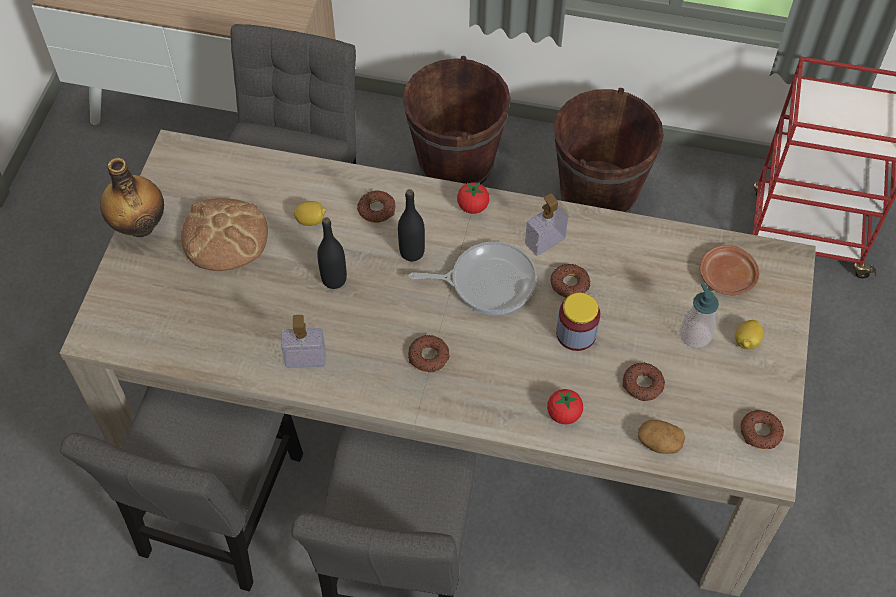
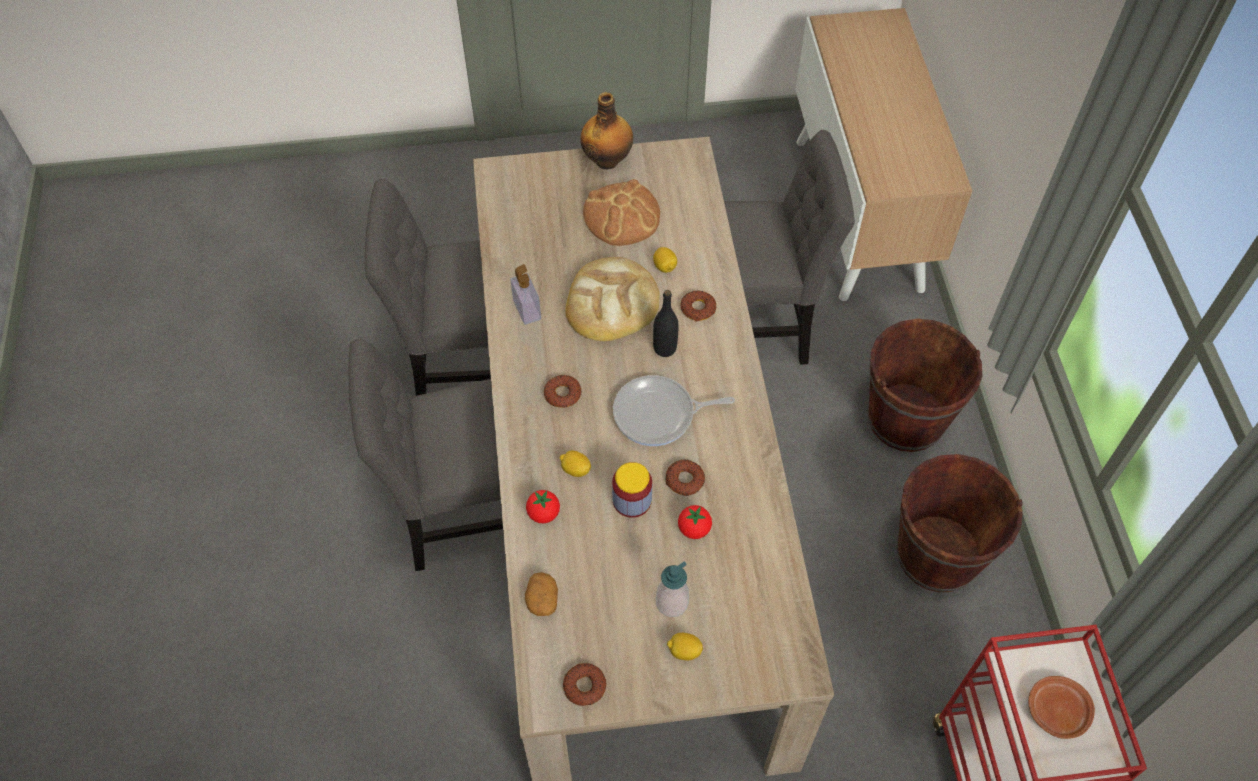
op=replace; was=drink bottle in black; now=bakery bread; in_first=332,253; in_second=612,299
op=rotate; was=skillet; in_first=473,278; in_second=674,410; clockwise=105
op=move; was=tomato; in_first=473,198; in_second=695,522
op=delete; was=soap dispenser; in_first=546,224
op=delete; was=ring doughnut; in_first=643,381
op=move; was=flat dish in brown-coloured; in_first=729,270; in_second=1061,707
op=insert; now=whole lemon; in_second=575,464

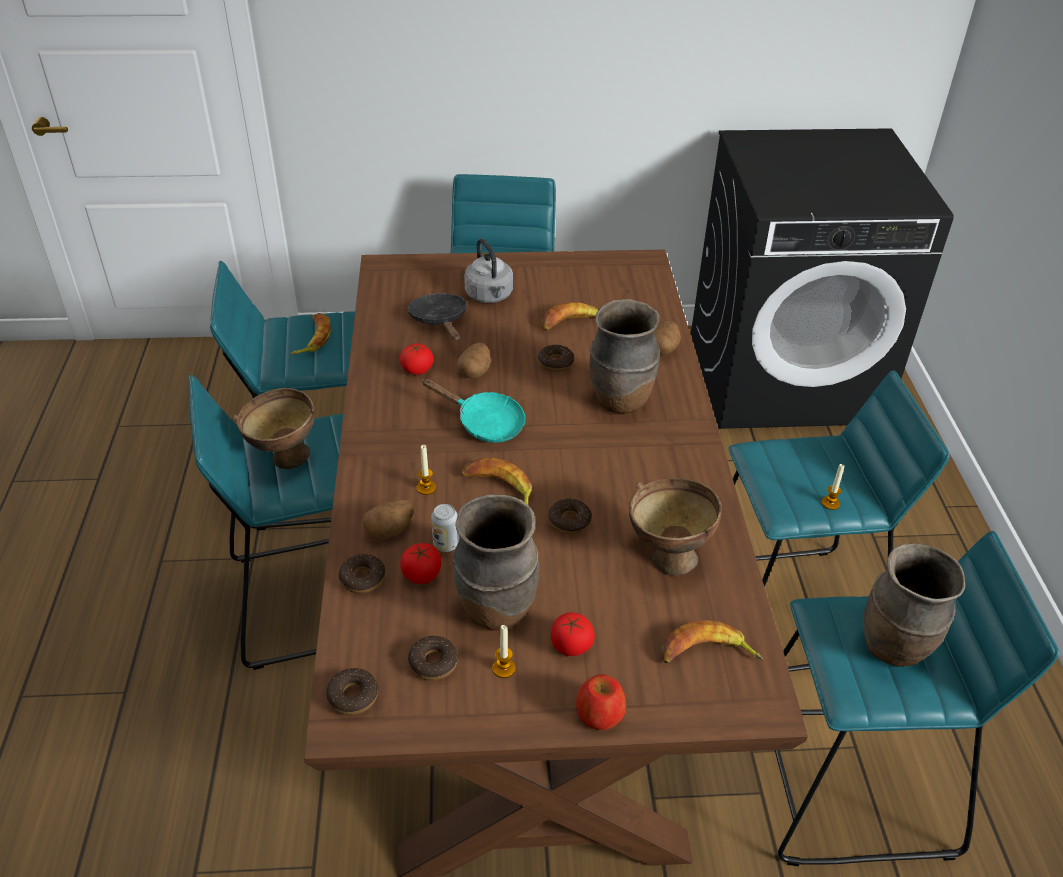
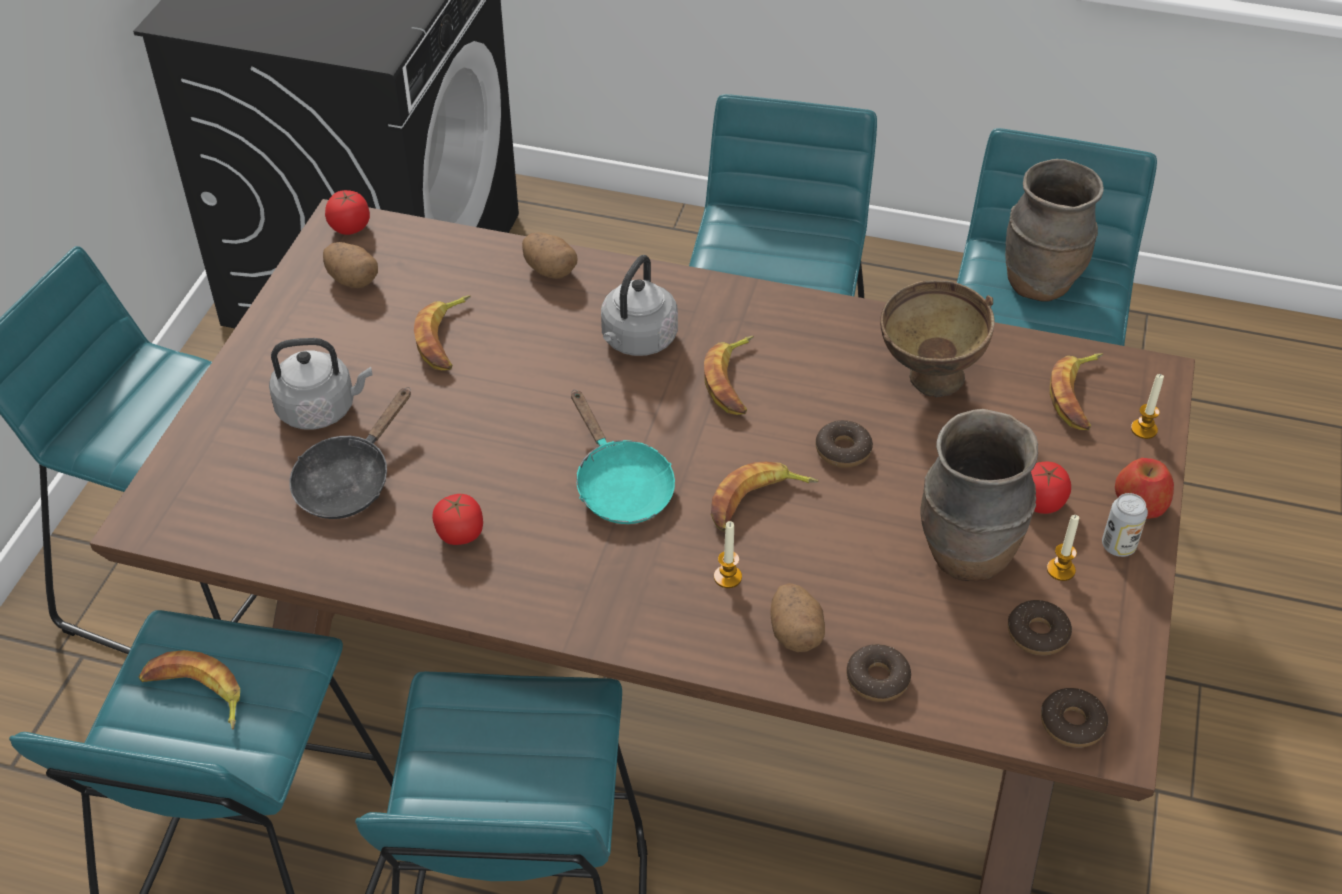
op=delete; was=deep dish in brown-coloured; in_first=274,428
op=move; was=tomato; in_first=420,563; in_second=347,212
op=rotate; was=skillet in black; in_first=437,317; in_second=350,453; clockwise=-60
op=rotate; was=skillet in turquoise; in_first=474,410; in_second=623,457; clockwise=105
op=move; was=can; in_first=445,528; in_second=1125,525
op=move; was=potato; in_first=474,360; in_second=350,265
op=delete; was=ring doughnut; in_first=556,358
op=replace; was=decorative vase in brown-coloured; now=tea kettle in gray; in_first=624,356; in_second=639,305
op=move; was=candle; in_first=832,487; in_second=1147,406
op=insert; now=whole banana; in_second=729,375

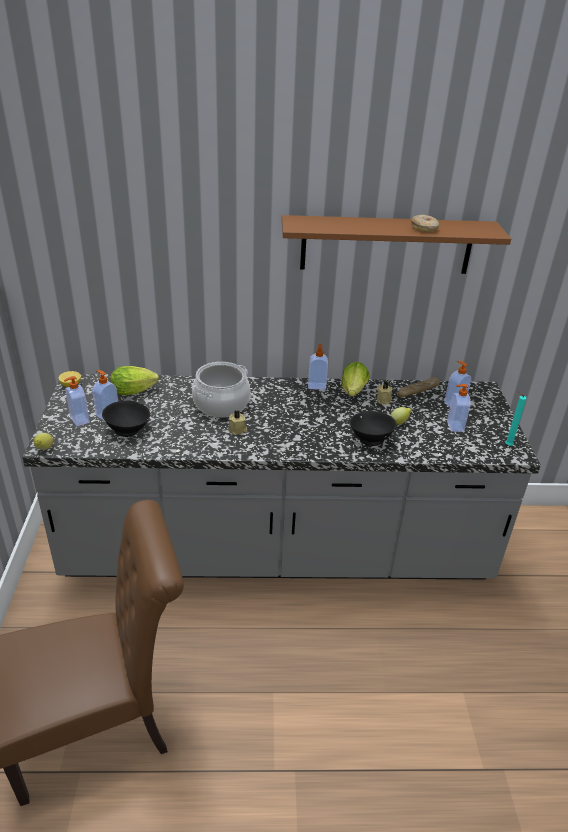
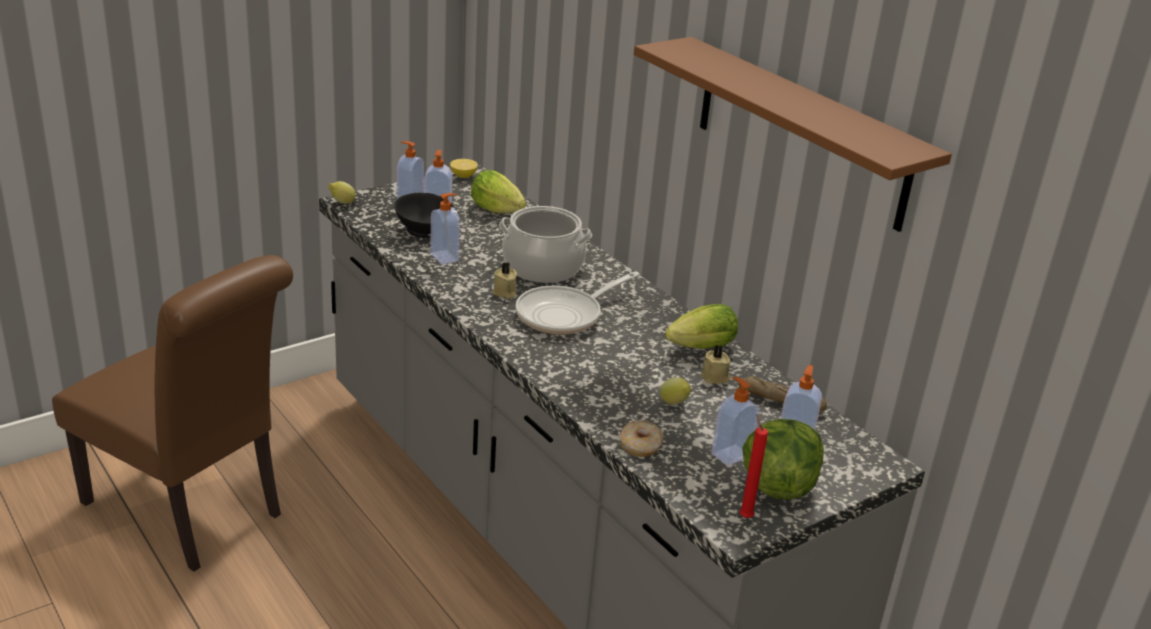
op=move; was=soap dispenser; in_first=318,367; in_second=445,229
op=delete; was=deep dish in black; in_first=373,428
op=move; was=ring doughnut; in_first=425,223; in_second=641,438
op=recolor; was=candle in turquoise; now=candle in red; in_first=516,418; in_second=753,466
op=insert; now=skillet; in_second=578,303
op=insert; now=head of lettuce; in_second=783,459

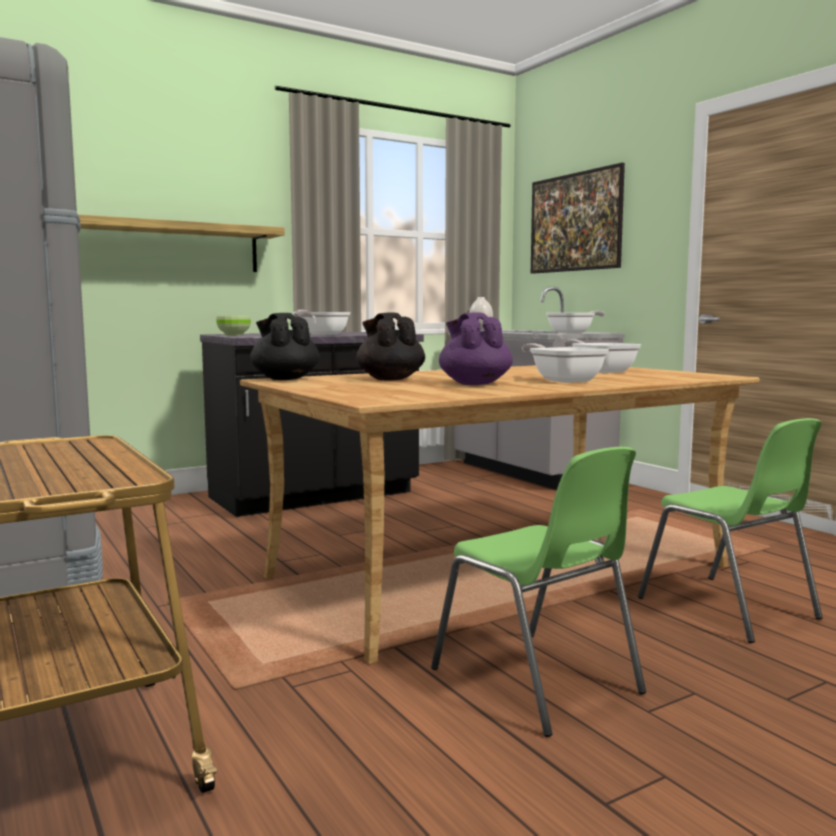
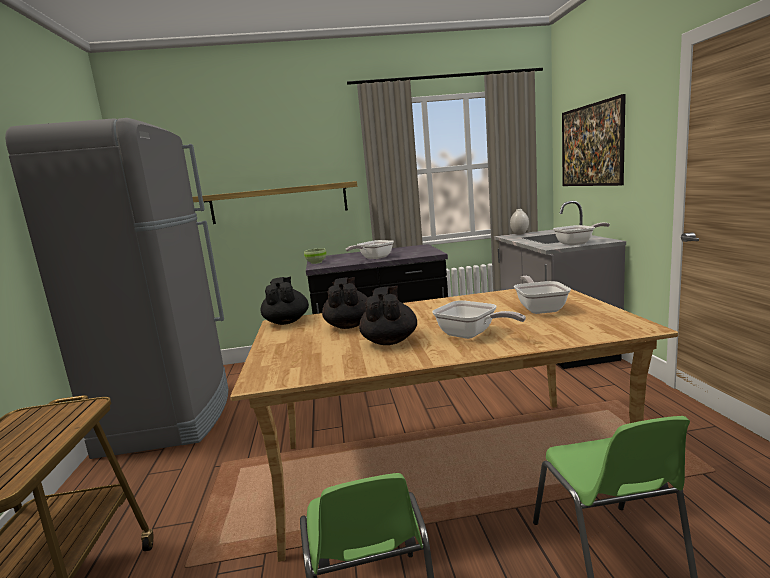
op=recolor; was=teapot in purplish; now=teapot in black; in_first=476,349; in_second=388,315
op=rotate; was=skillet; in_first=565,363; in_second=479,319; clockwise=135

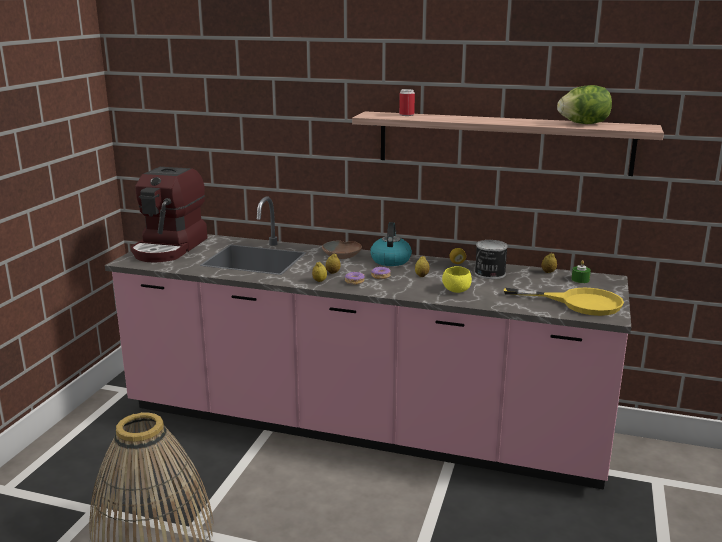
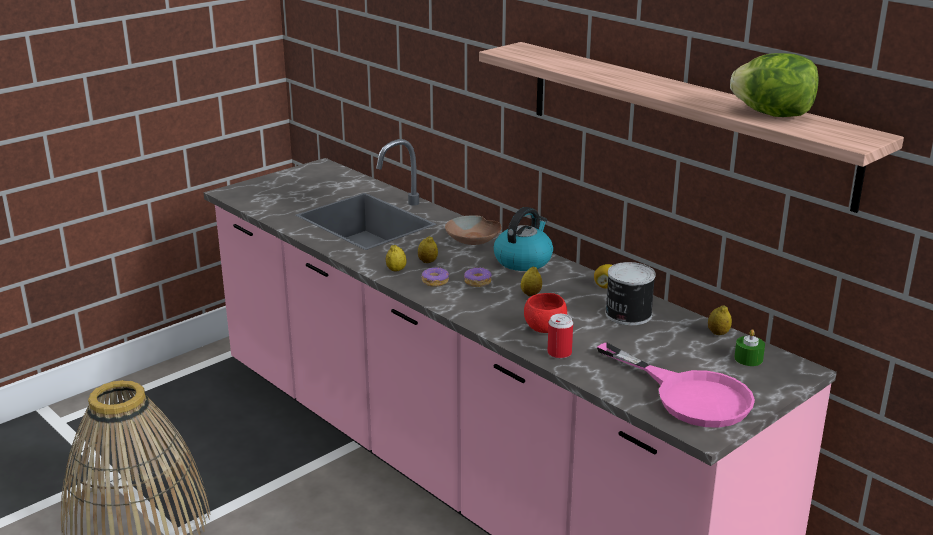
op=delete; was=coffee brewer; in_first=169,214
op=move; was=can; in_first=407,102; in_second=560,336
op=recolor; was=deep dish in yellowish; now=deep dish in red; in_first=457,279; in_second=545,313
op=recolor; was=skillet in yellowish; now=skillet in pinkish; in_first=564,302; in_second=676,385

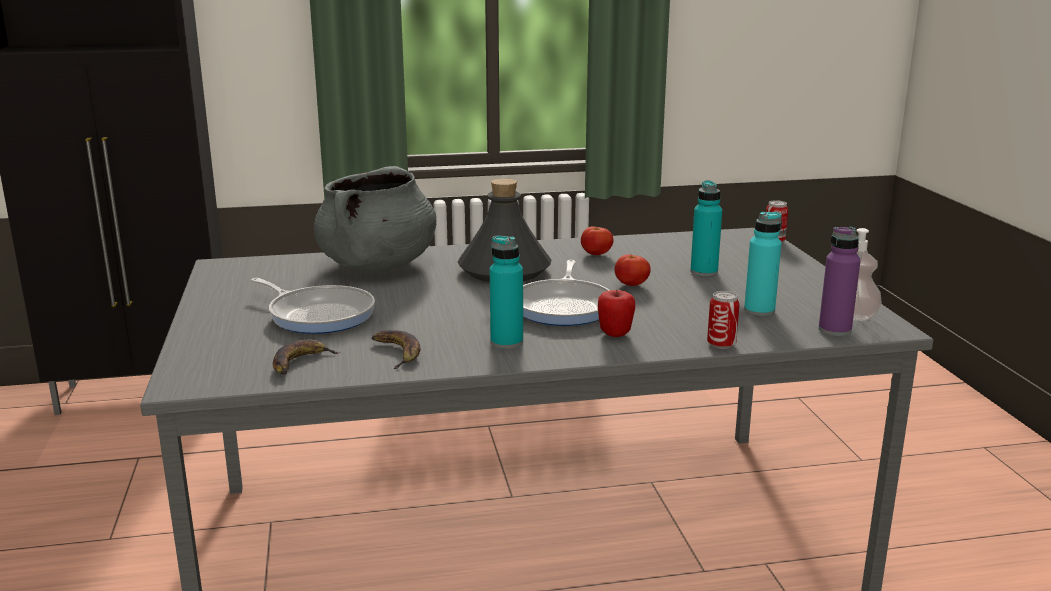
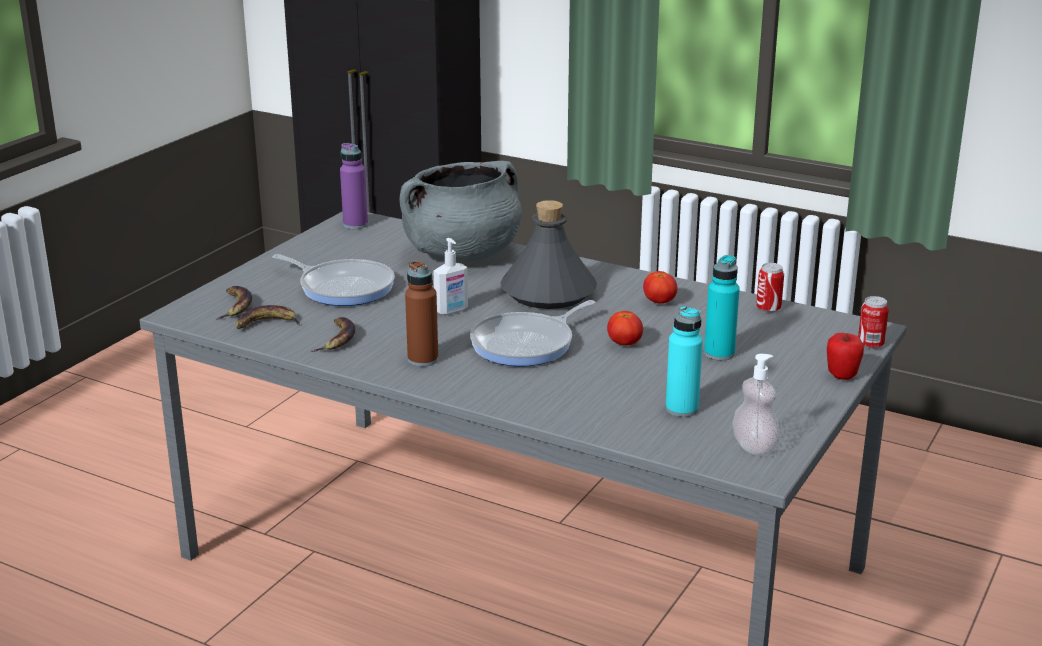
op=rotate; was=skillet; in_first=313,306; in_second=333,280; clockwise=-45
op=recolor; was=drink bottle in turquoise; now=drink bottle in brown-coloured; in_first=506,292; in_second=421,314
op=move; was=whole apple; in_first=616,313; in_second=845,356
op=move; was=can; in_first=723,320; in_second=770,288
op=move; was=drink bottle in purplish; in_first=840,281; in_second=354,186
op=insert; now=whole banana; in_second=234,303
op=insert; now=soap dispenser; in_second=451,276

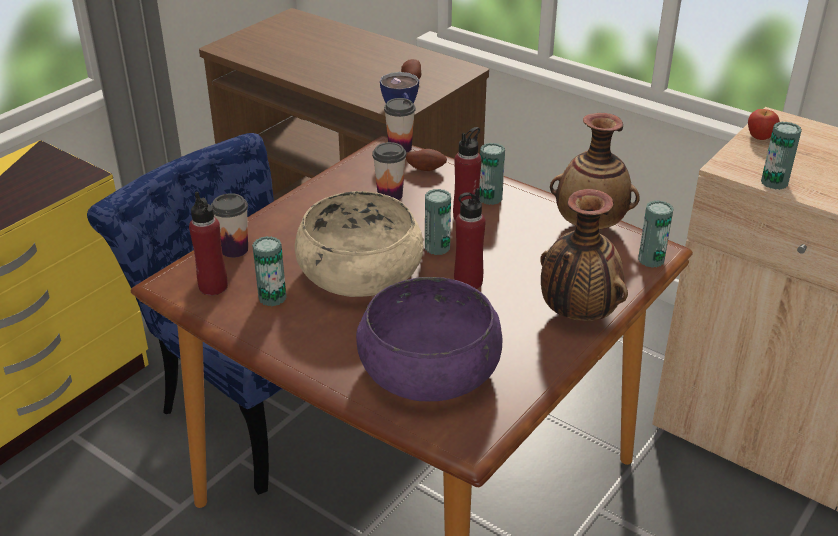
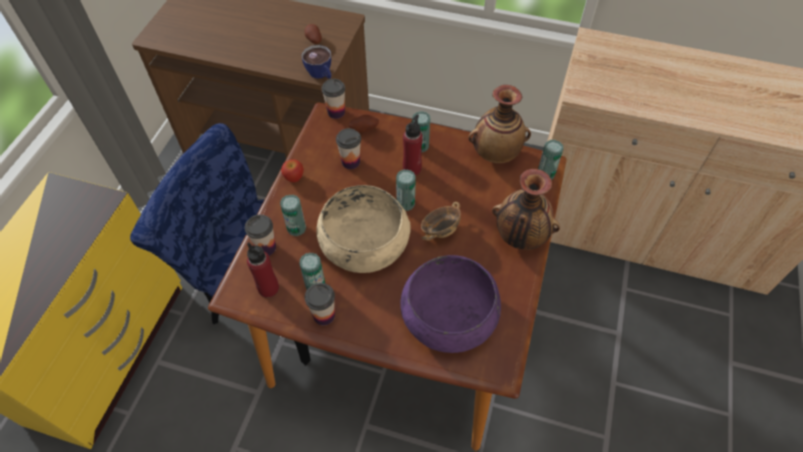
op=replace; was=drink bottle in red; now=deep dish; in_first=470,238; in_second=441,221
op=move; was=whole apple; in_first=764,124; in_second=292,171
op=move; was=can; in_first=781,155; in_second=293,215
op=insert; now=small cup; in_second=320,304

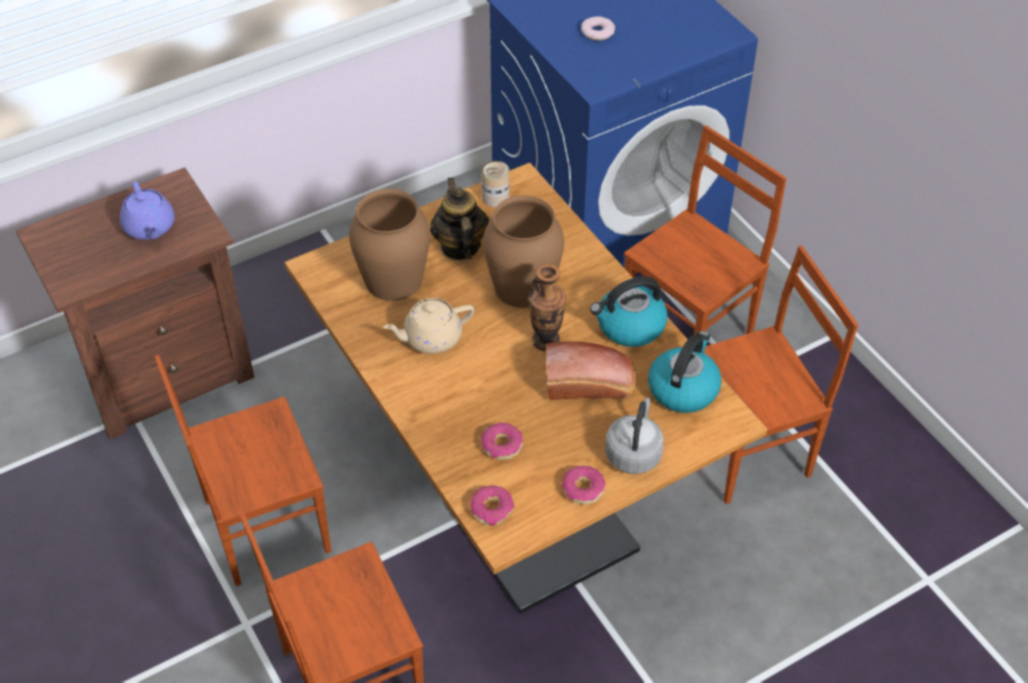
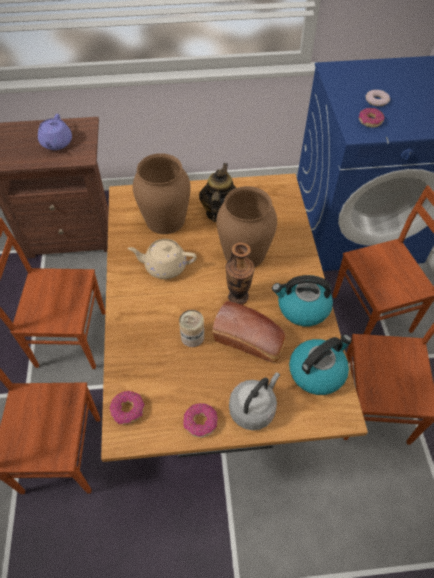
op=move; was=can; in_first=495,184; in_second=191,328
op=move; was=ring doughnut; in_first=502,441; in_second=371,118

